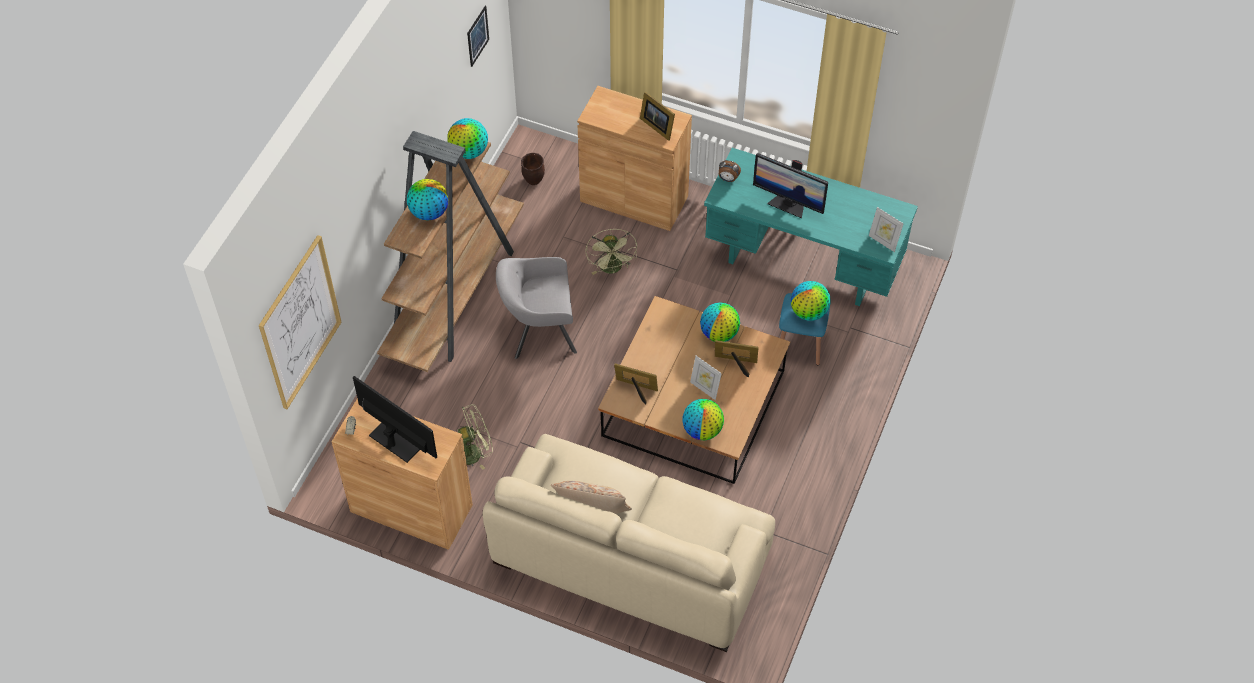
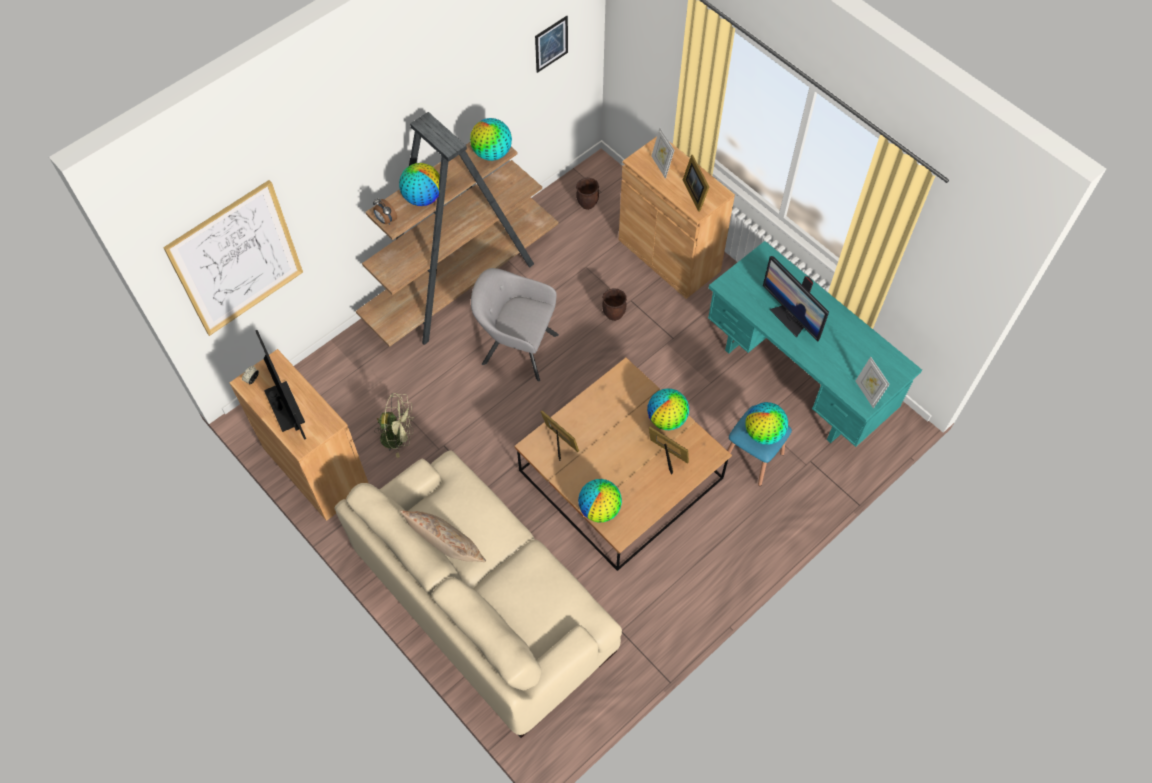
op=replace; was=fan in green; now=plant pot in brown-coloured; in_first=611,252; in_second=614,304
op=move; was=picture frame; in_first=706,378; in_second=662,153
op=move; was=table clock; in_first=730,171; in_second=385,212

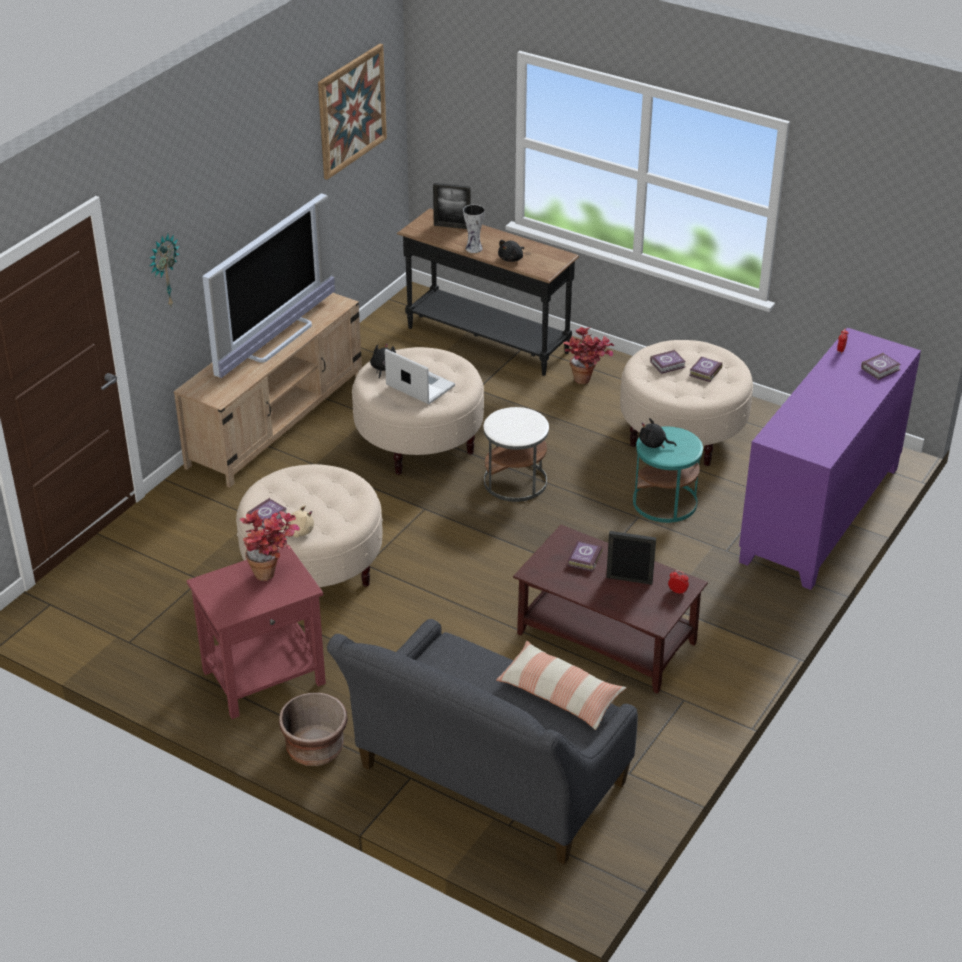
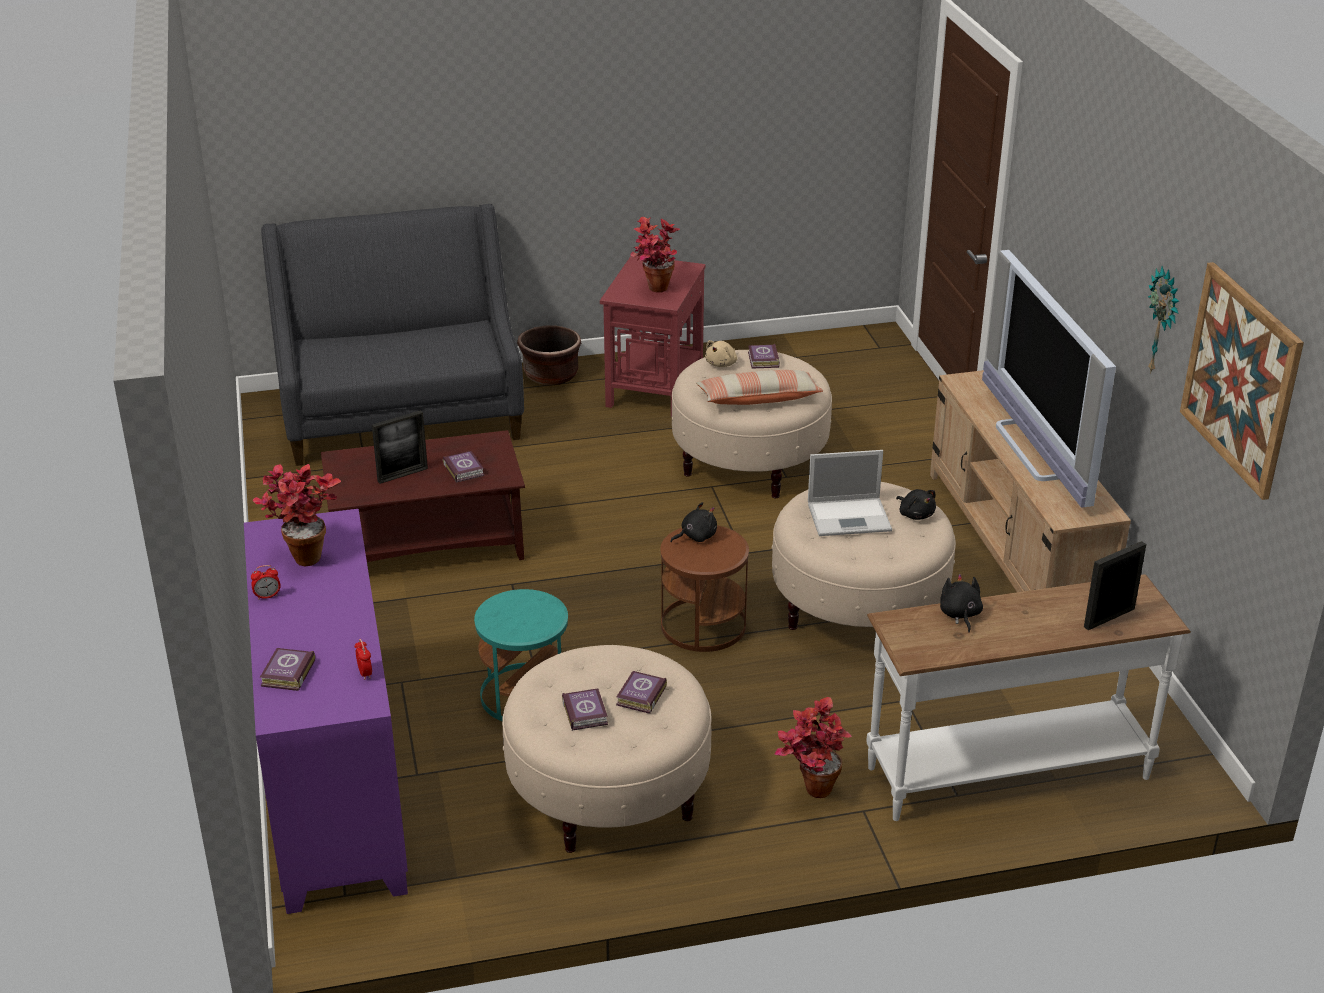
op=move; was=wall clock; in_first=164,271; in_second=1163,320
op=recolor; was=console table in black; now=console table in white; in_first=488,292; in_second=1028,697
op=delete; was=decorative vase; in_first=474,228
op=recolor; was=side table in white; now=side table in brown-coloured; in_first=516,454; in_second=704,588
op=move; was=throw pillow; in_first=561,685; in_second=759,387
op=move; was=cuddly toy in black; in_first=657,433; in_second=693,522
op=move; was=table clock; in_first=678,582; in_second=266,582
op=insert; now=plant in a pot; in_second=297,515

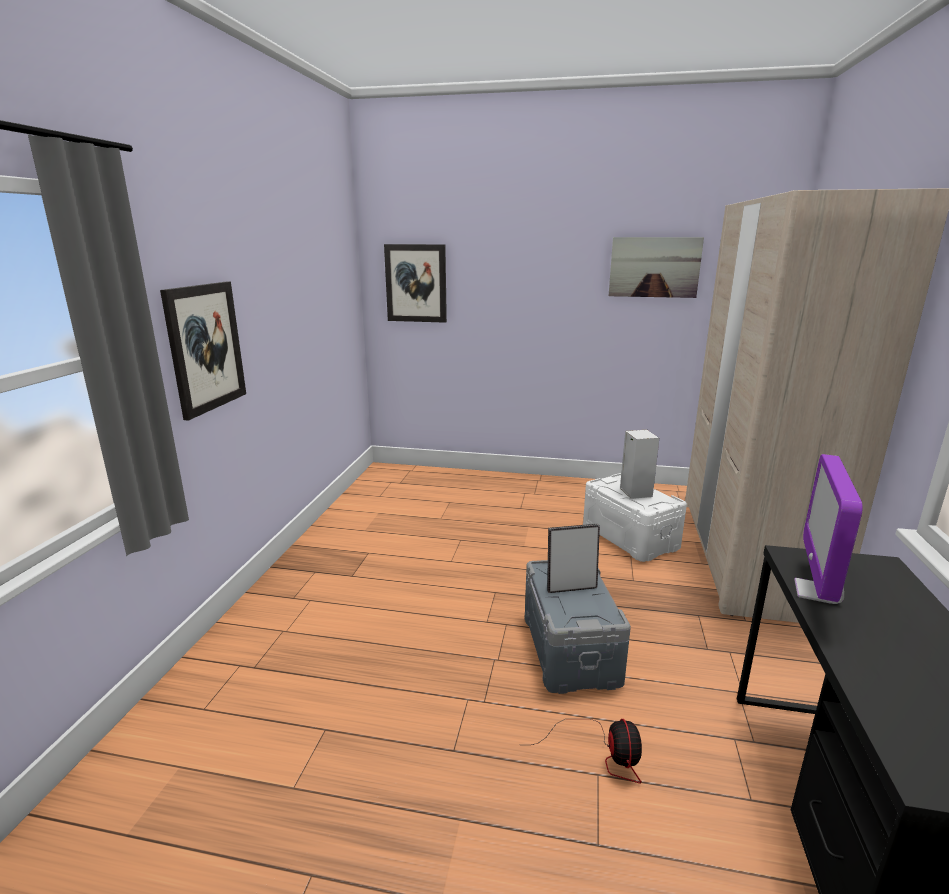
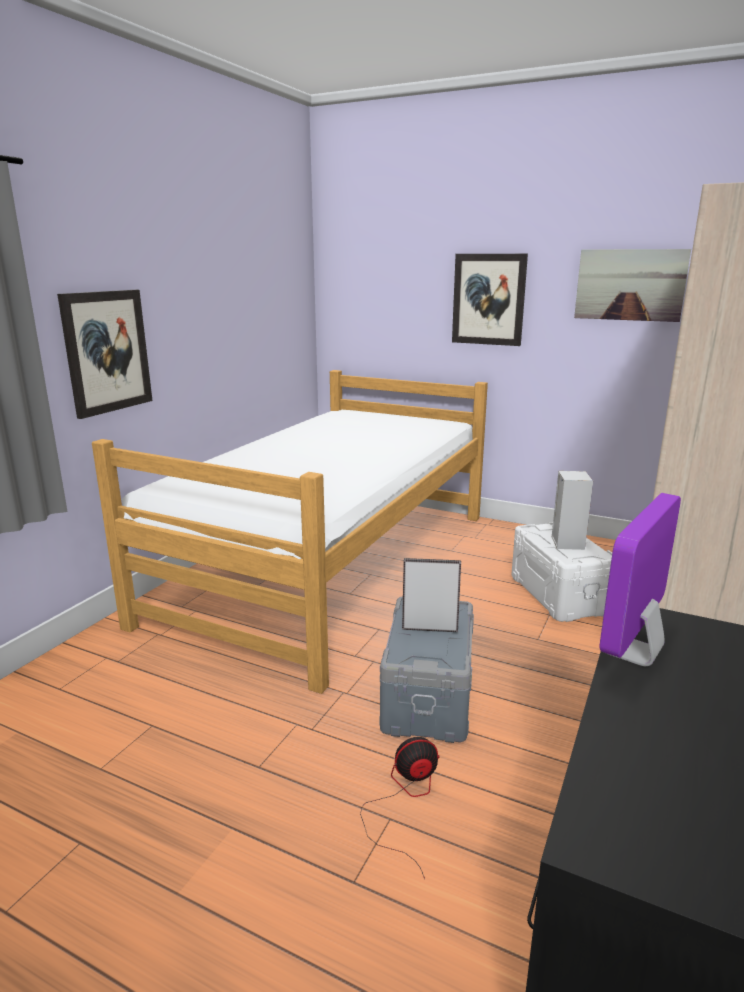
op=move; was=wall art; in_first=415,283; in_second=490,300
op=rotate; was=fan; in_first=586,751; in_second=399,808; clockwise=-120
op=insert; now=sleeping bed; in_second=290,532

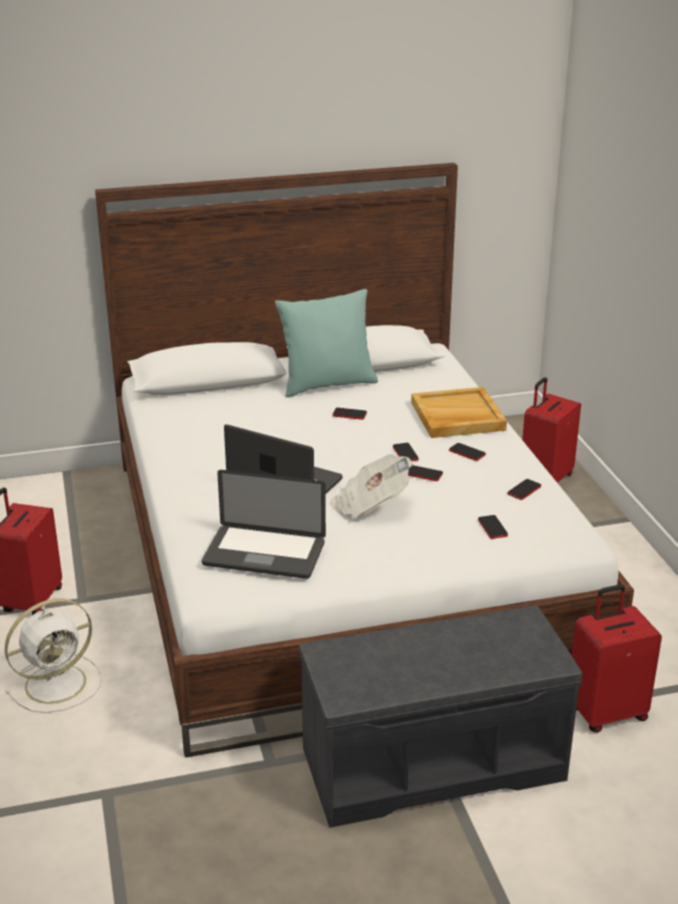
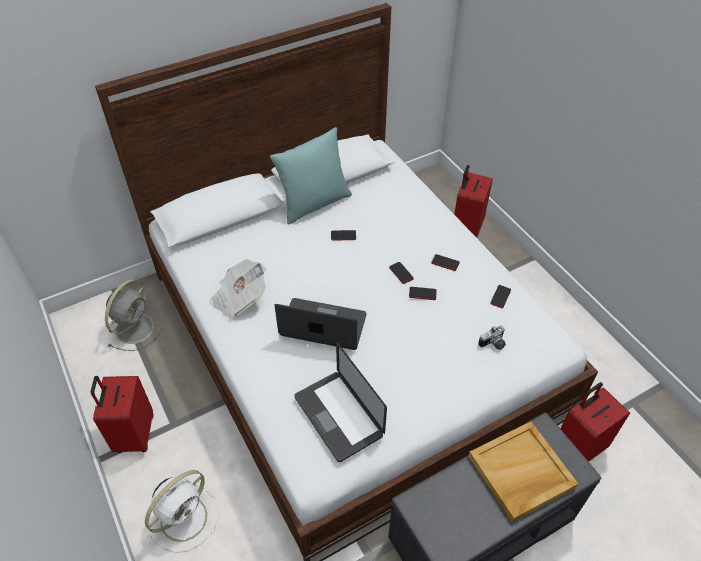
op=rotate; was=notebook computer; in_first=264,524; in_second=340,402; clockwise=60
op=move; was=daily paper; in_first=371,486; in_second=237,289
op=move; was=carrying tray in beige-coloured; in_first=459,412; in_second=523,471
op=replace; was=phone; now=photo camera; in_first=493,527; in_second=492,337
op=insert; now=fan in gray; in_second=134,315

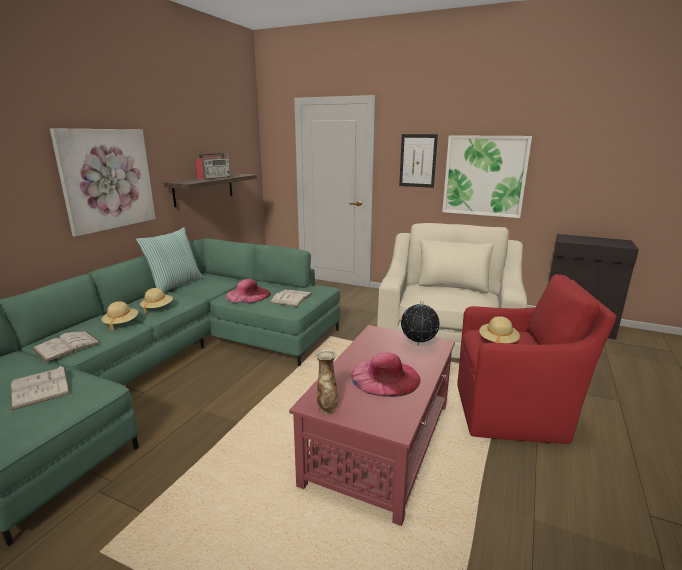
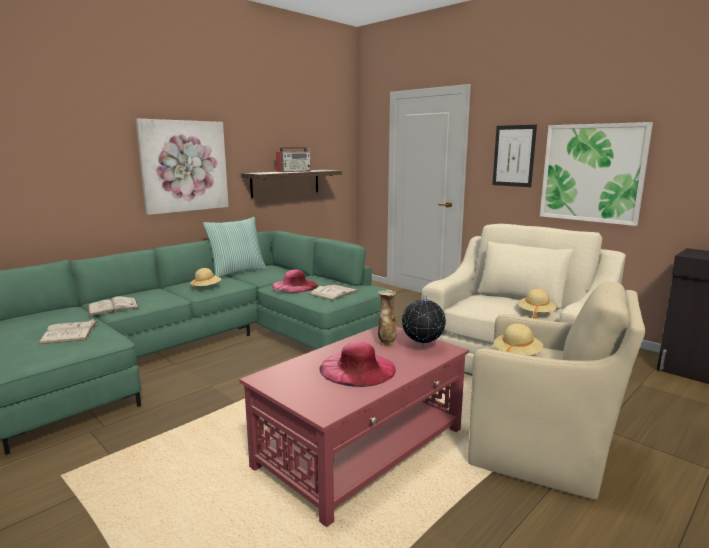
op=move; was=hat in beige-coloured; in_first=119,316; in_second=537,304
op=move; was=decorative vase; in_first=326,382; in_second=387,318
op=recolor; was=lounge chair in red; now=lounge chair in beige-coloured; in_first=536,359; in_second=556,390

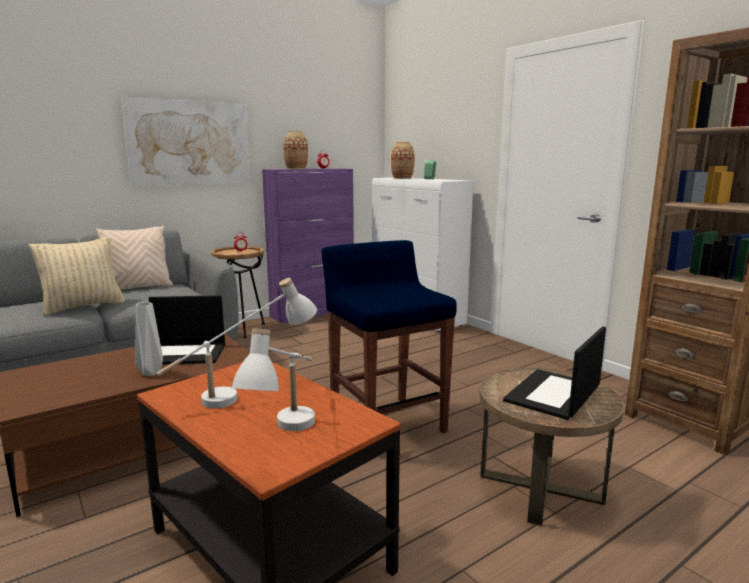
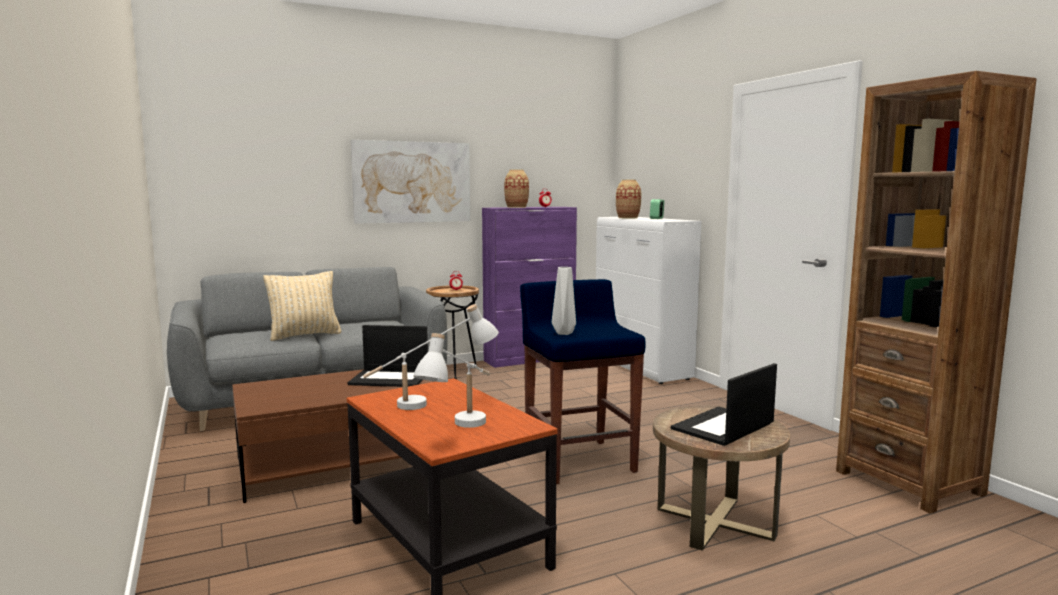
op=delete; was=throw pillow in beige-coloured; in_first=134,257
op=move; was=decorative vase in gray; in_first=149,339; in_second=564,301

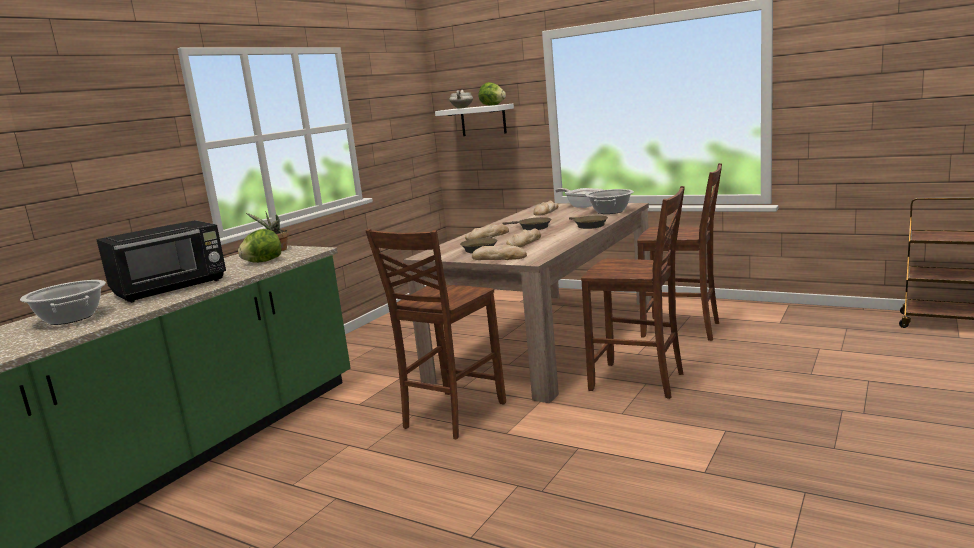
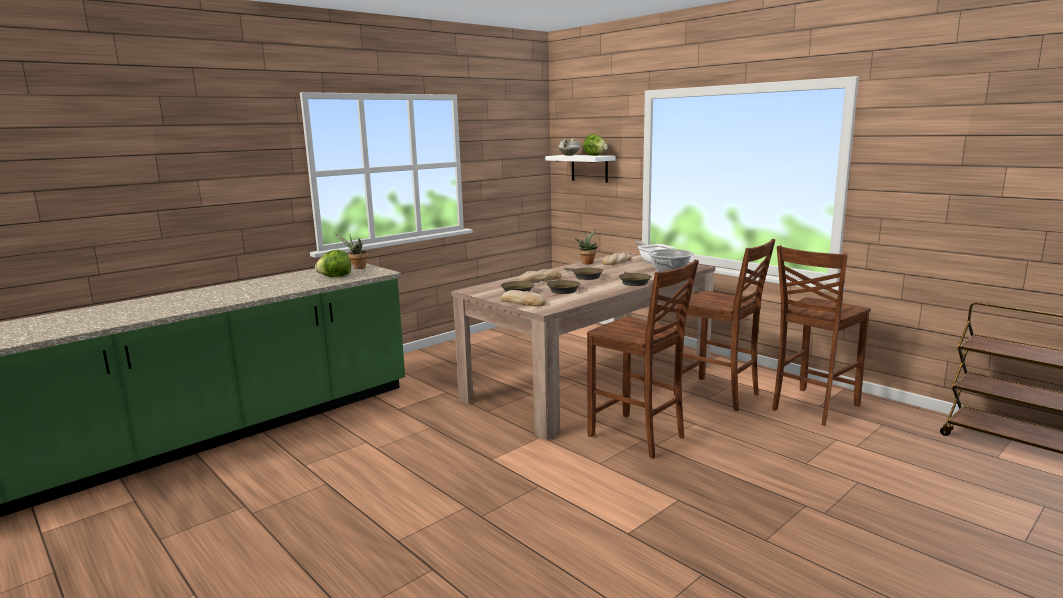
op=delete; was=saucepot; in_first=63,302
op=delete; was=kitchen microwave in black; in_first=161,261
op=move; was=upright chair in brown-coloured; in_first=436,334; in_second=821,336
op=replace; was=bakery bread; now=skillet in brown-coloured; in_first=523,238; in_second=562,286
op=insert; now=plant in a pot; in_second=586,246

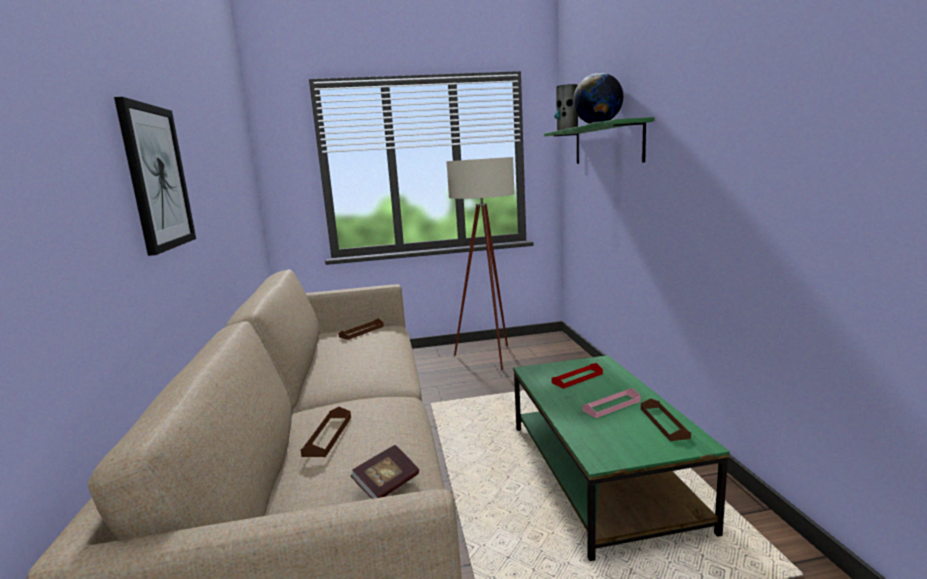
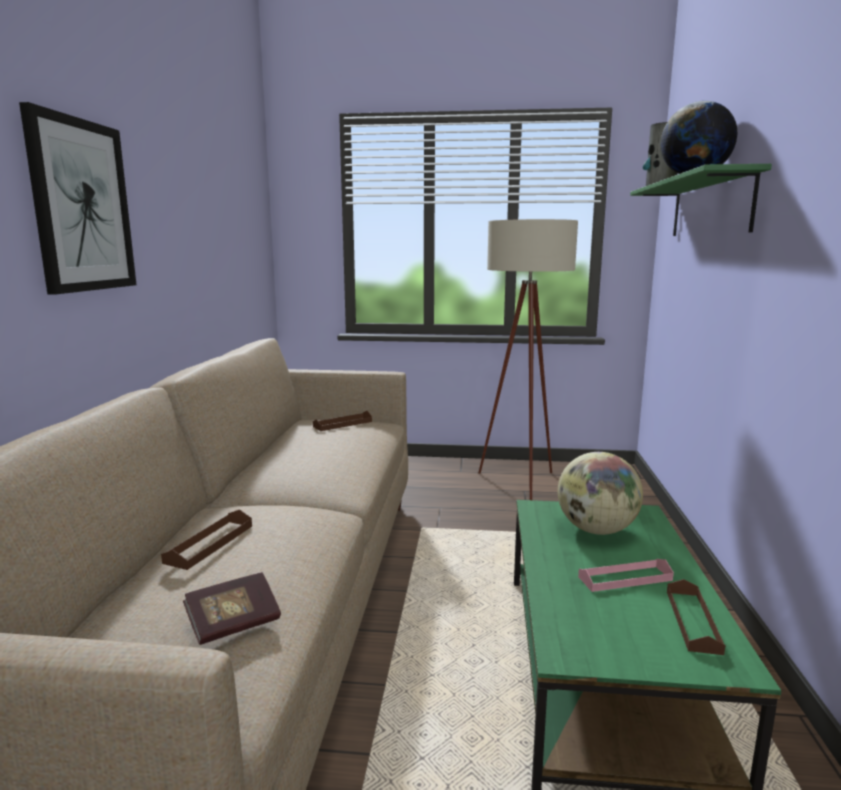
op=replace; was=carrying tray in red; now=world globe; in_first=577,376; in_second=600,493

